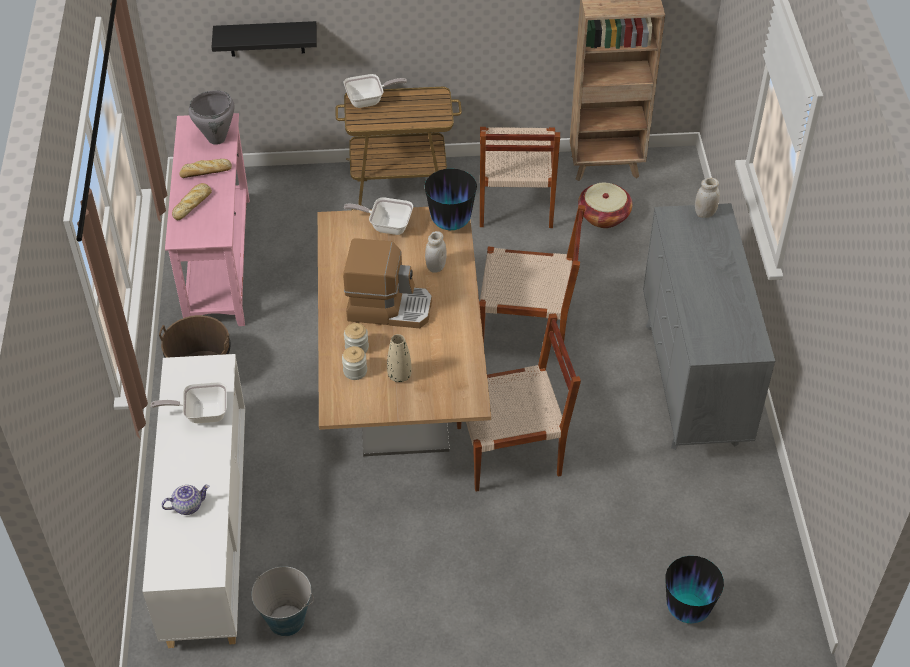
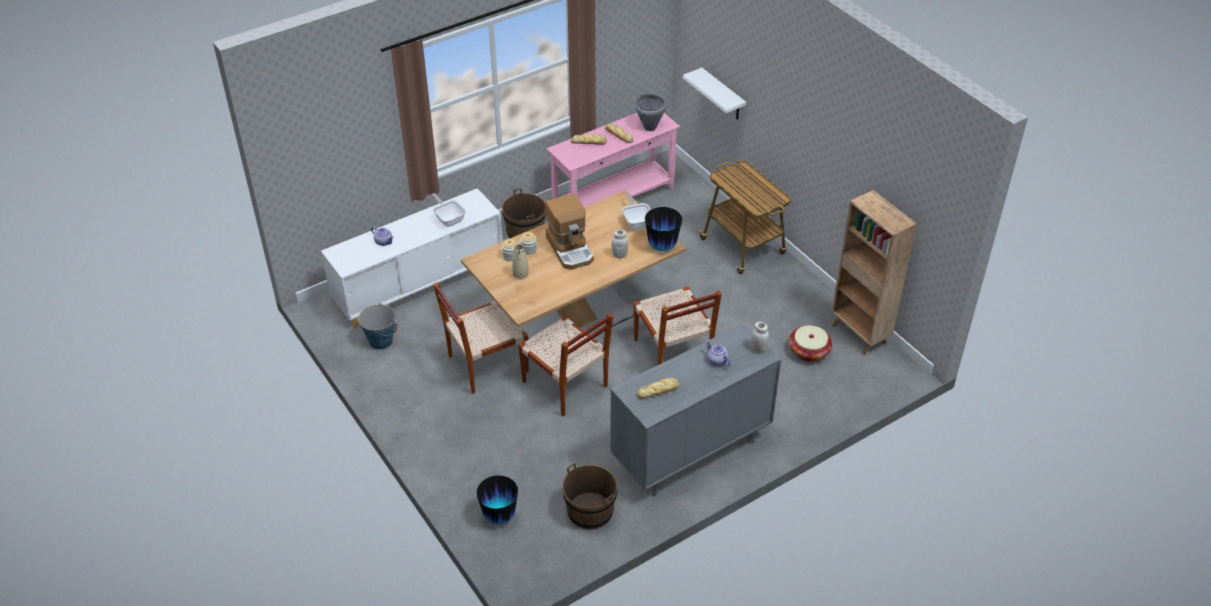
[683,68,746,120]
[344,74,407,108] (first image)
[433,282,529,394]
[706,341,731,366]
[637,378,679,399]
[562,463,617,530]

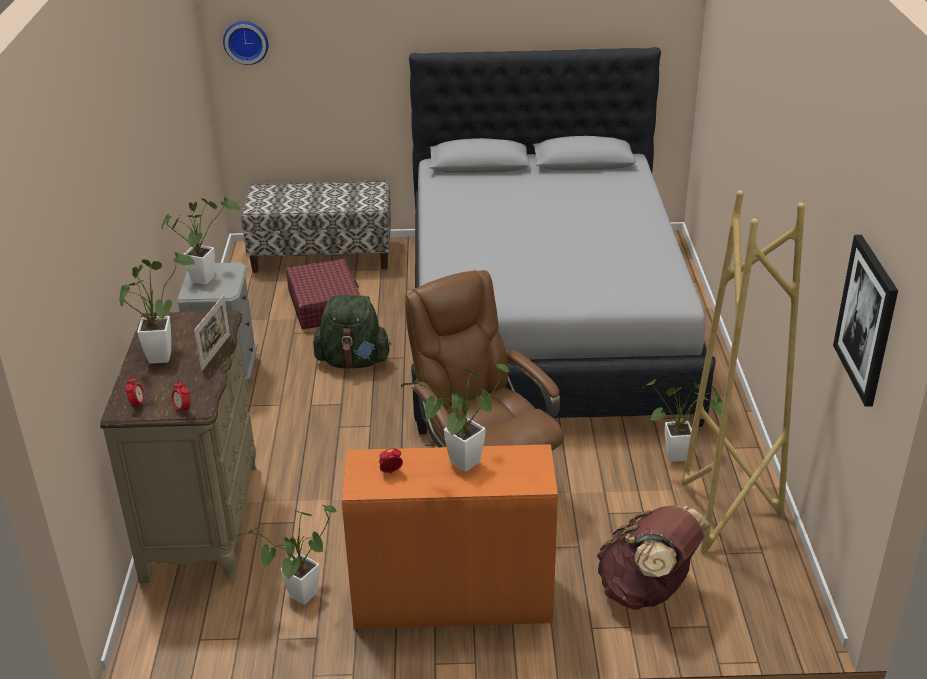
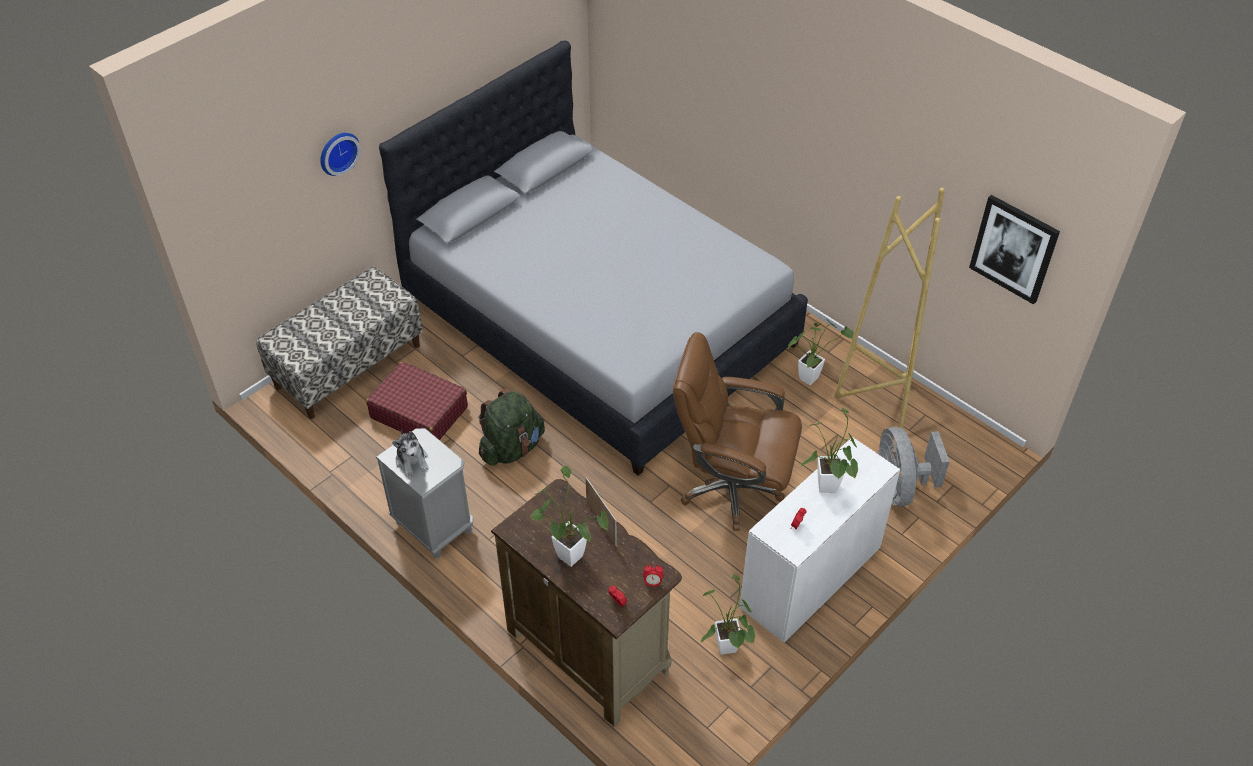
[320,132,361,176]
[392,430,429,477]
[739,438,900,643]
[878,427,950,506]

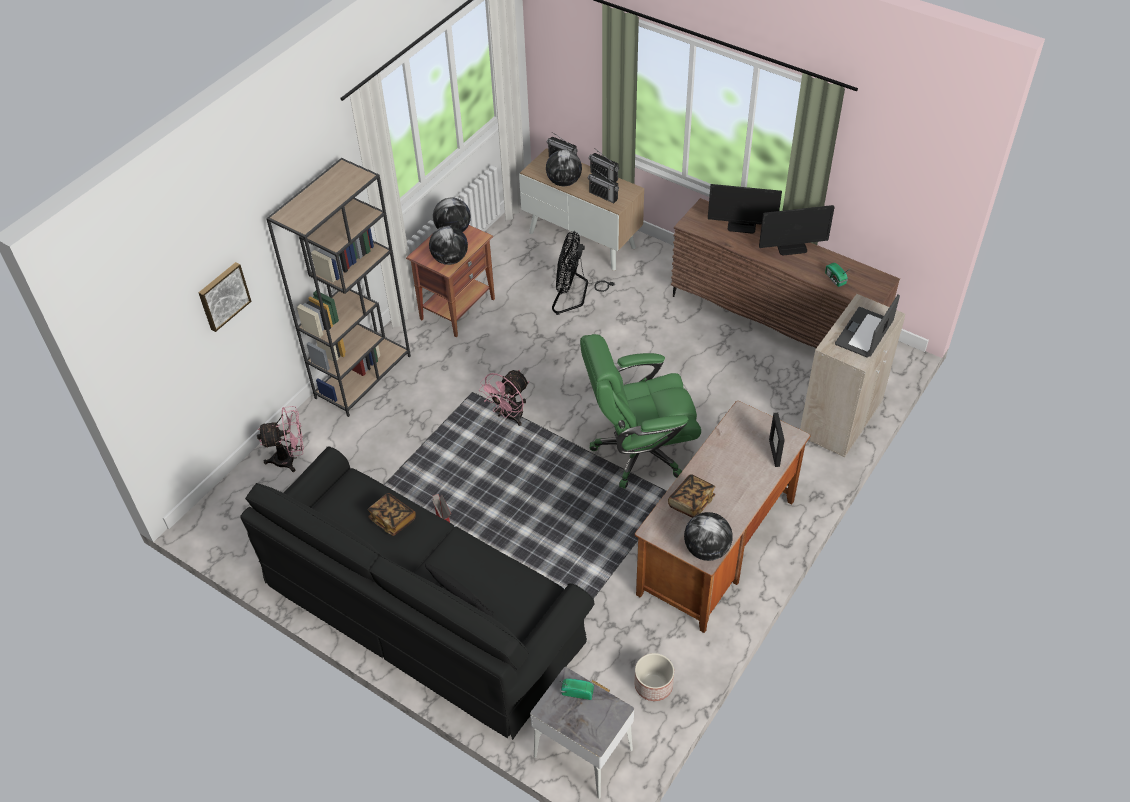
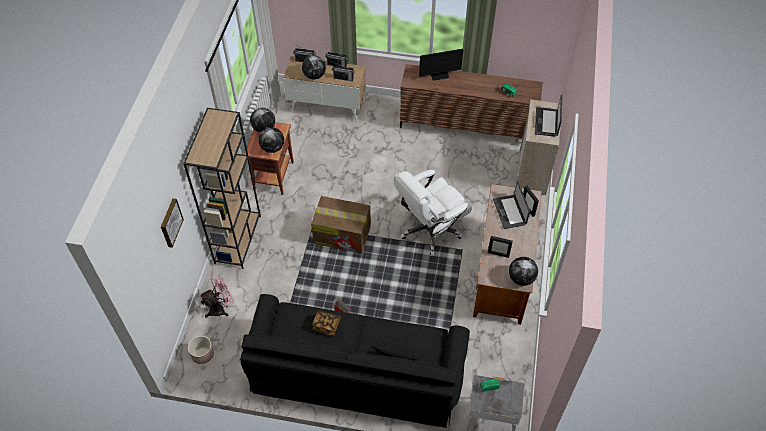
[759,205,835,255] (first image)
[552,231,614,315] (first image)
[394,170,472,256]
[311,196,371,253]
[488,236,513,258]
[188,336,214,364]
[493,181,530,229]

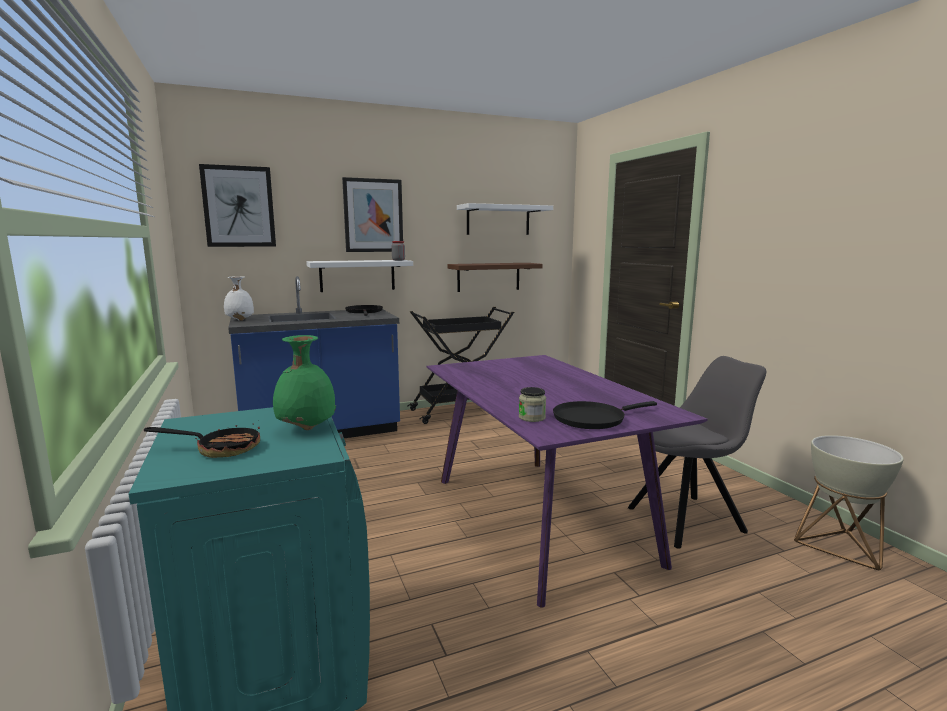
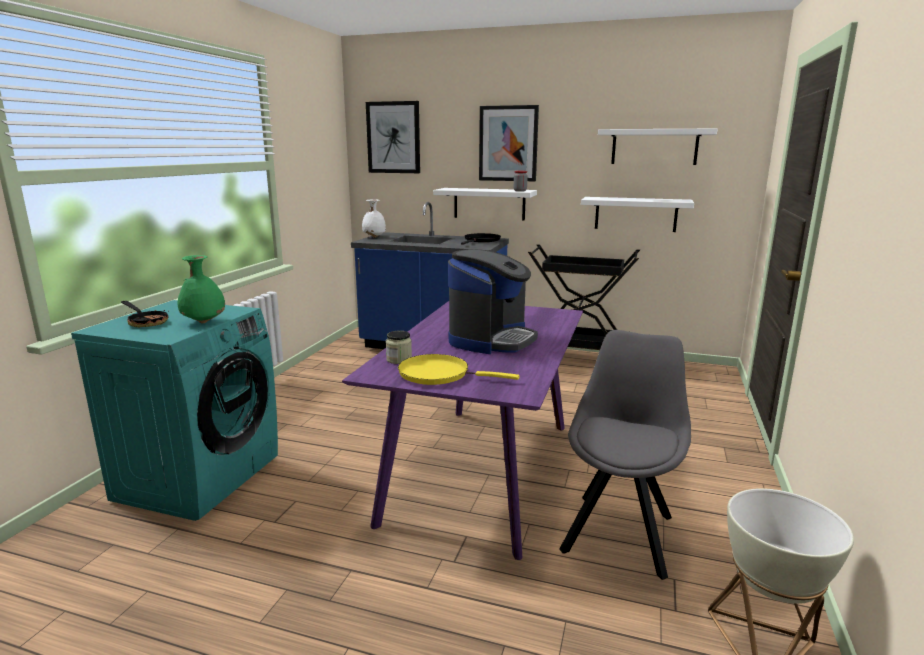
[581,197,694,232]
[559,330,691,580]
[398,354,519,385]
[448,249,538,354]

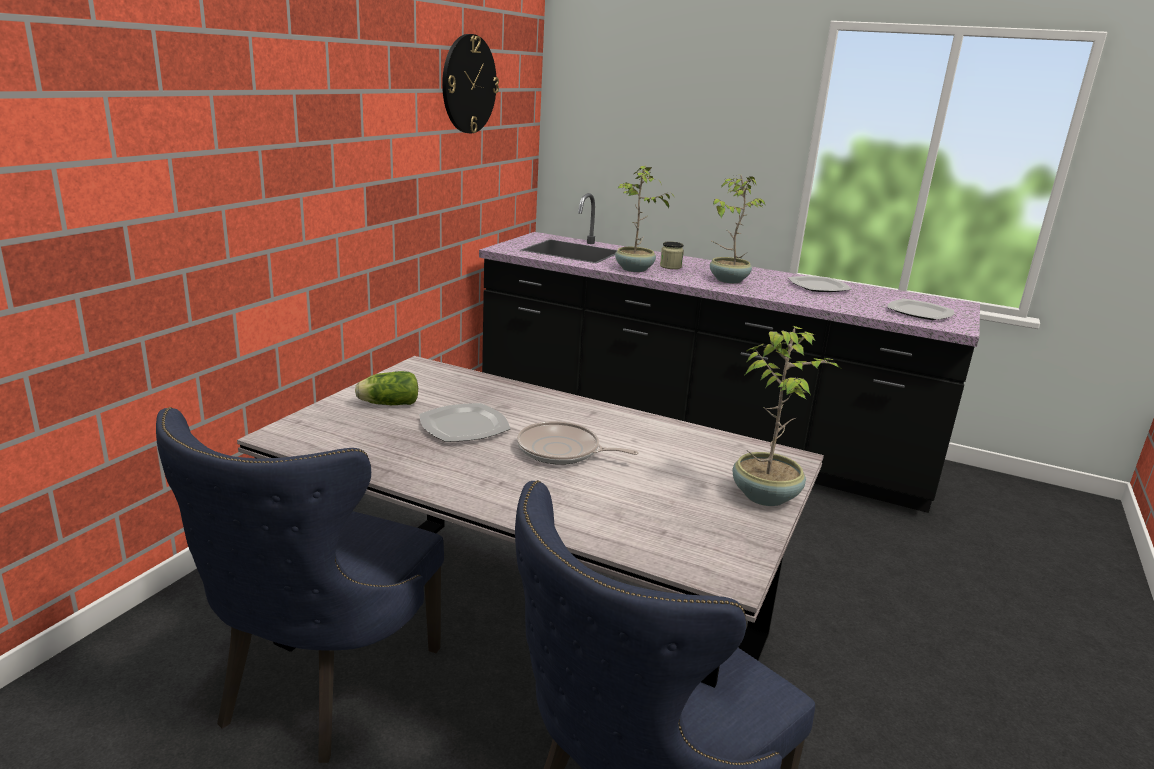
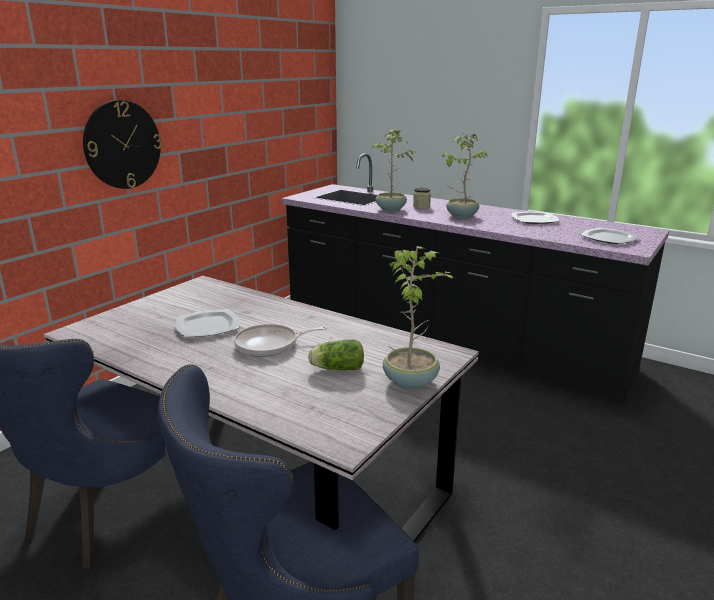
[83,100,162,189]
[308,339,364,370]
[234,324,327,357]

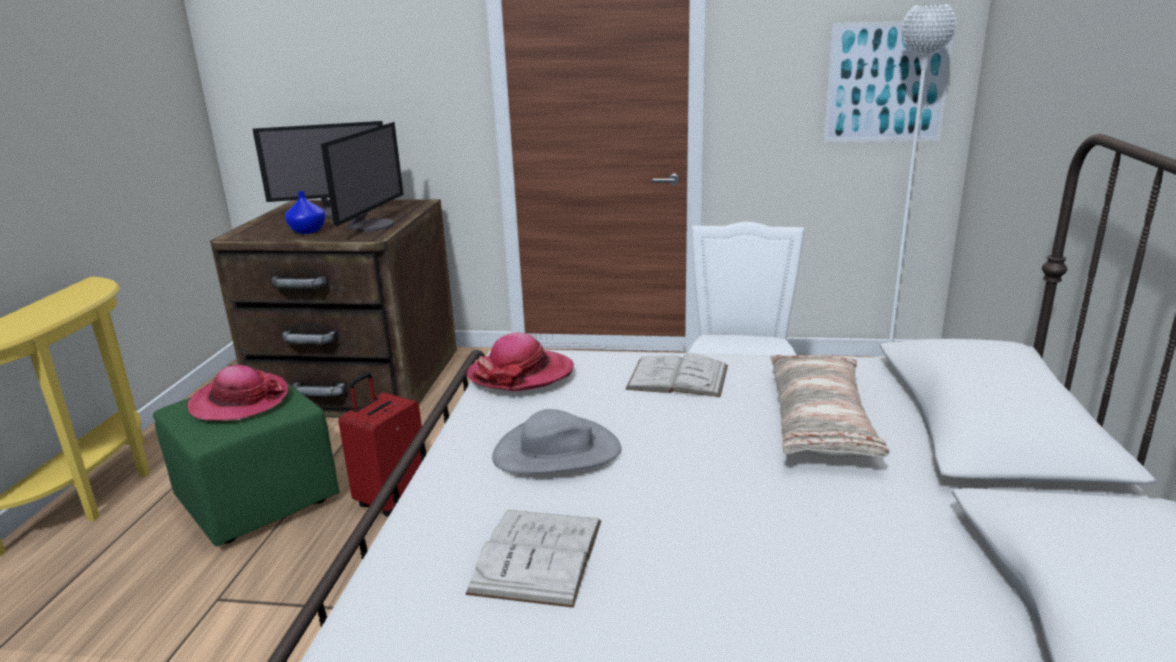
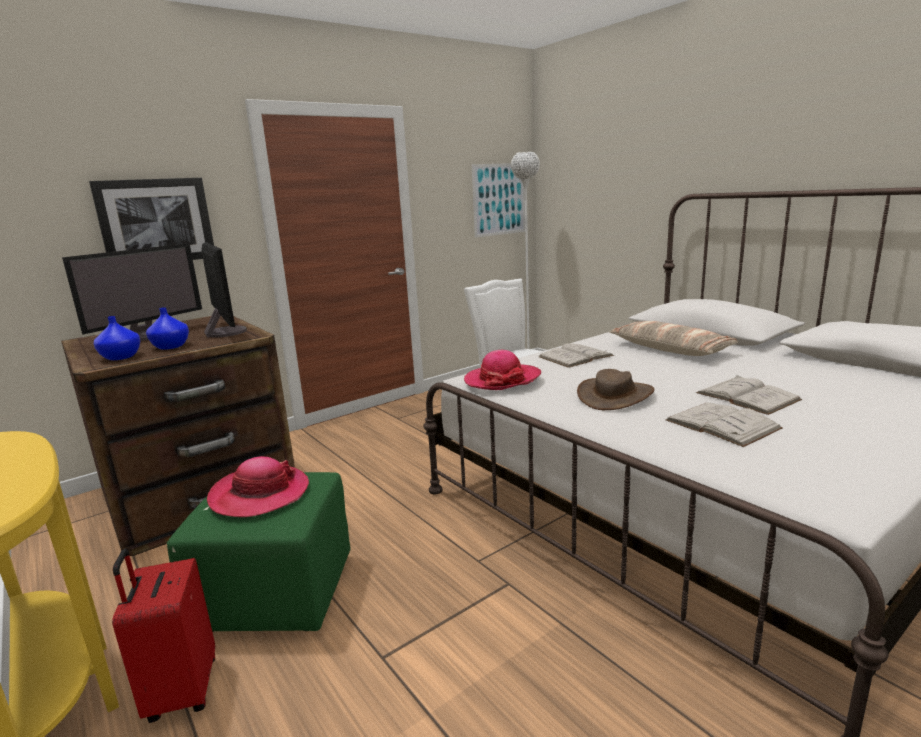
[112,549,215,723]
[577,369,654,410]
[89,178,214,260]
[94,316,140,360]
[696,375,802,415]

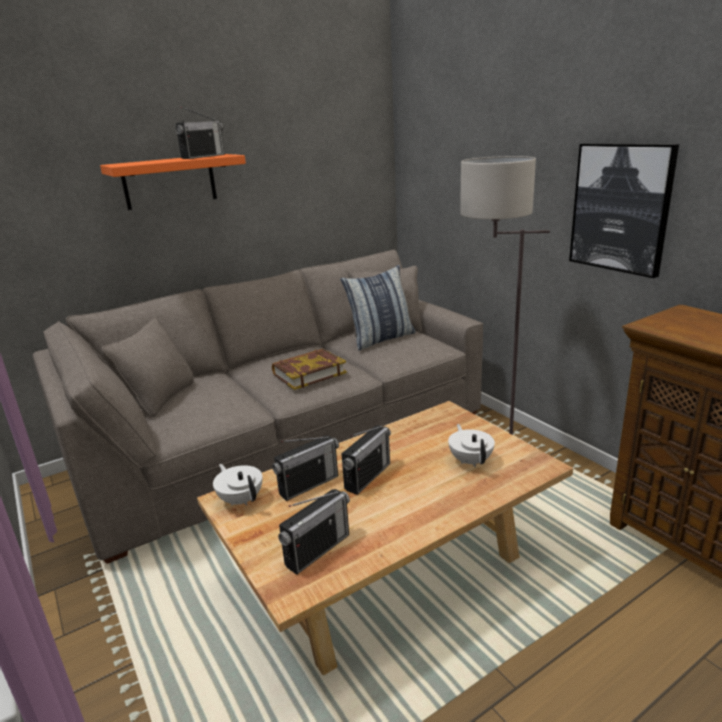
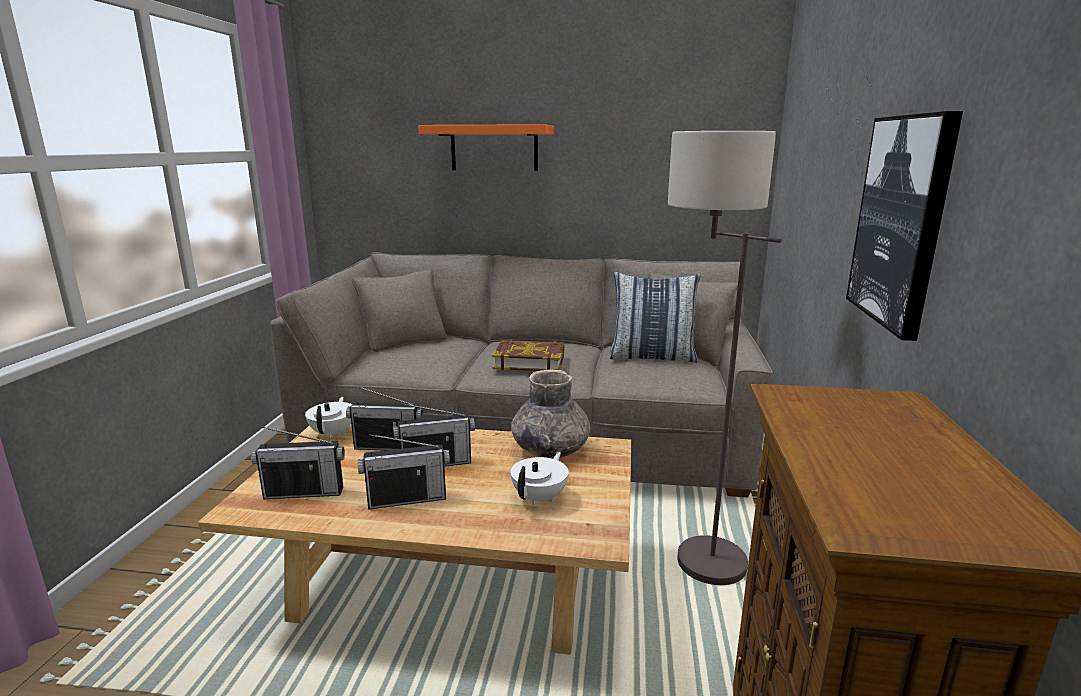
[358,434,450,509]
[511,369,590,459]

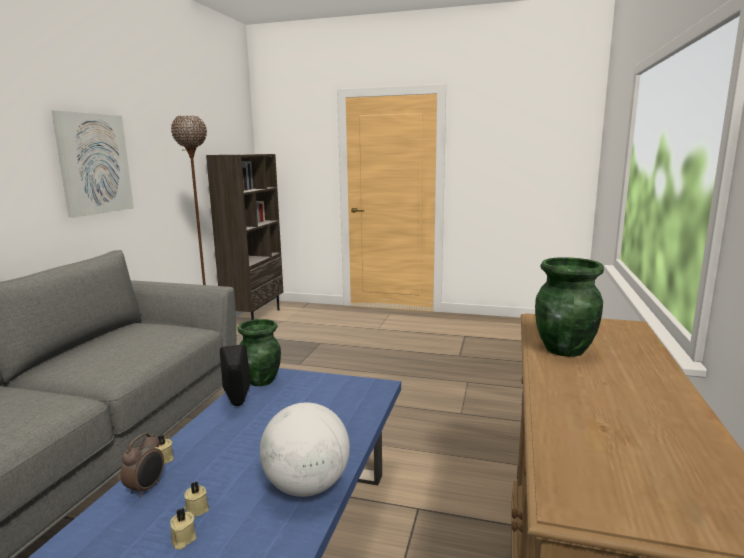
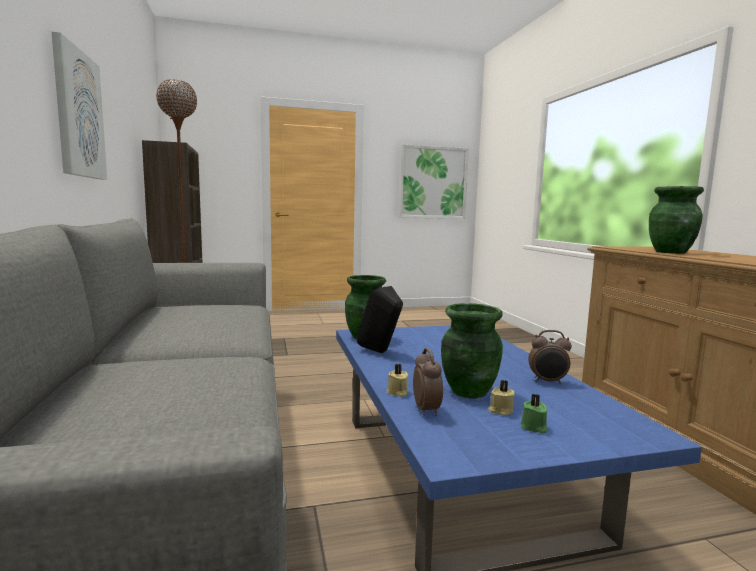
[528,330,572,384]
[521,394,548,434]
[399,144,469,219]
[441,303,503,398]

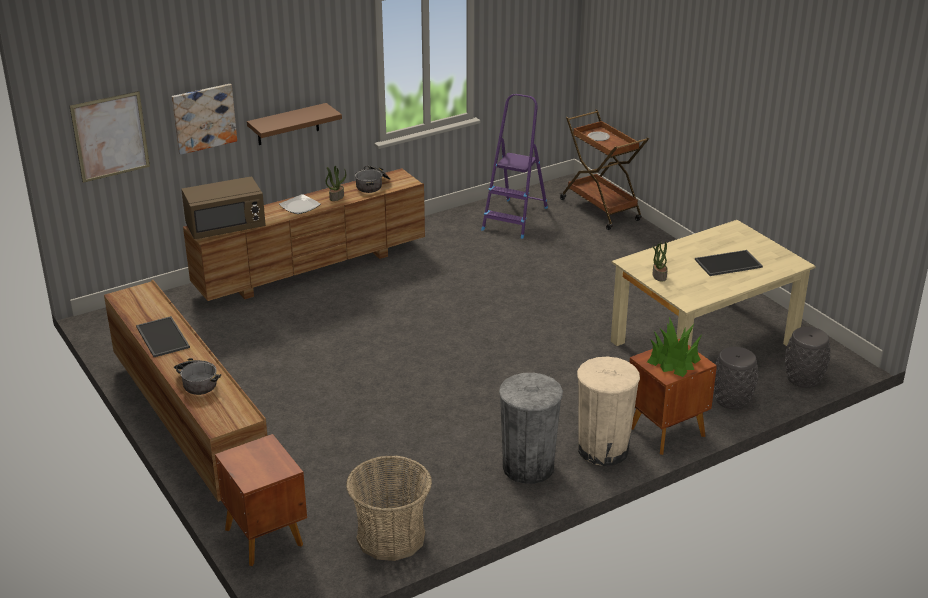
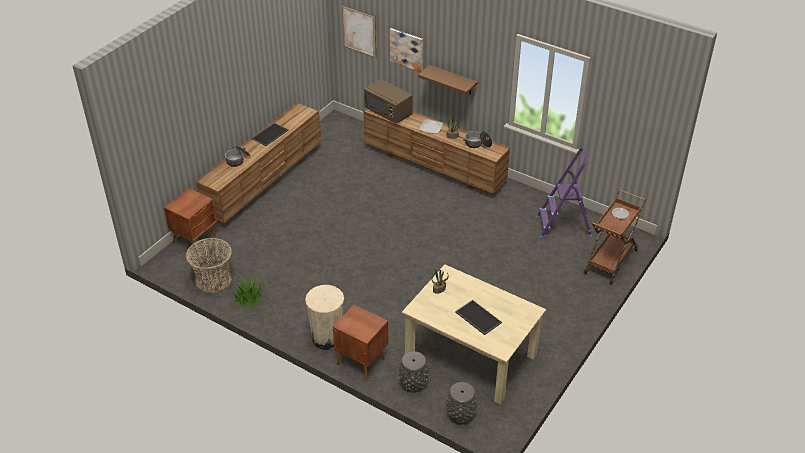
[234,275,263,308]
[499,373,563,484] (first image)

